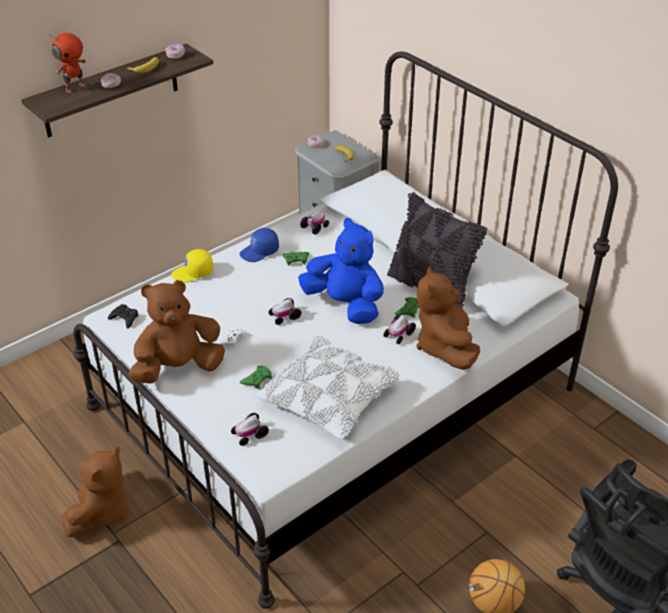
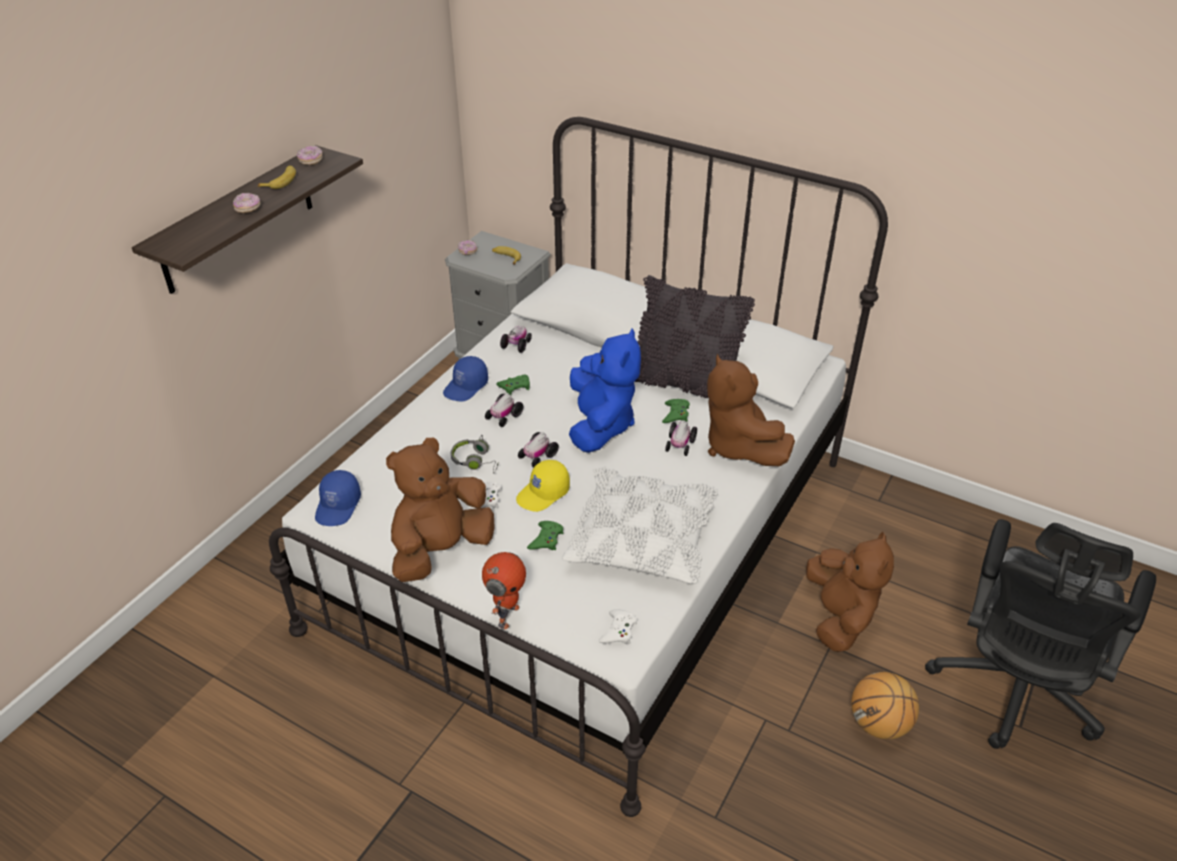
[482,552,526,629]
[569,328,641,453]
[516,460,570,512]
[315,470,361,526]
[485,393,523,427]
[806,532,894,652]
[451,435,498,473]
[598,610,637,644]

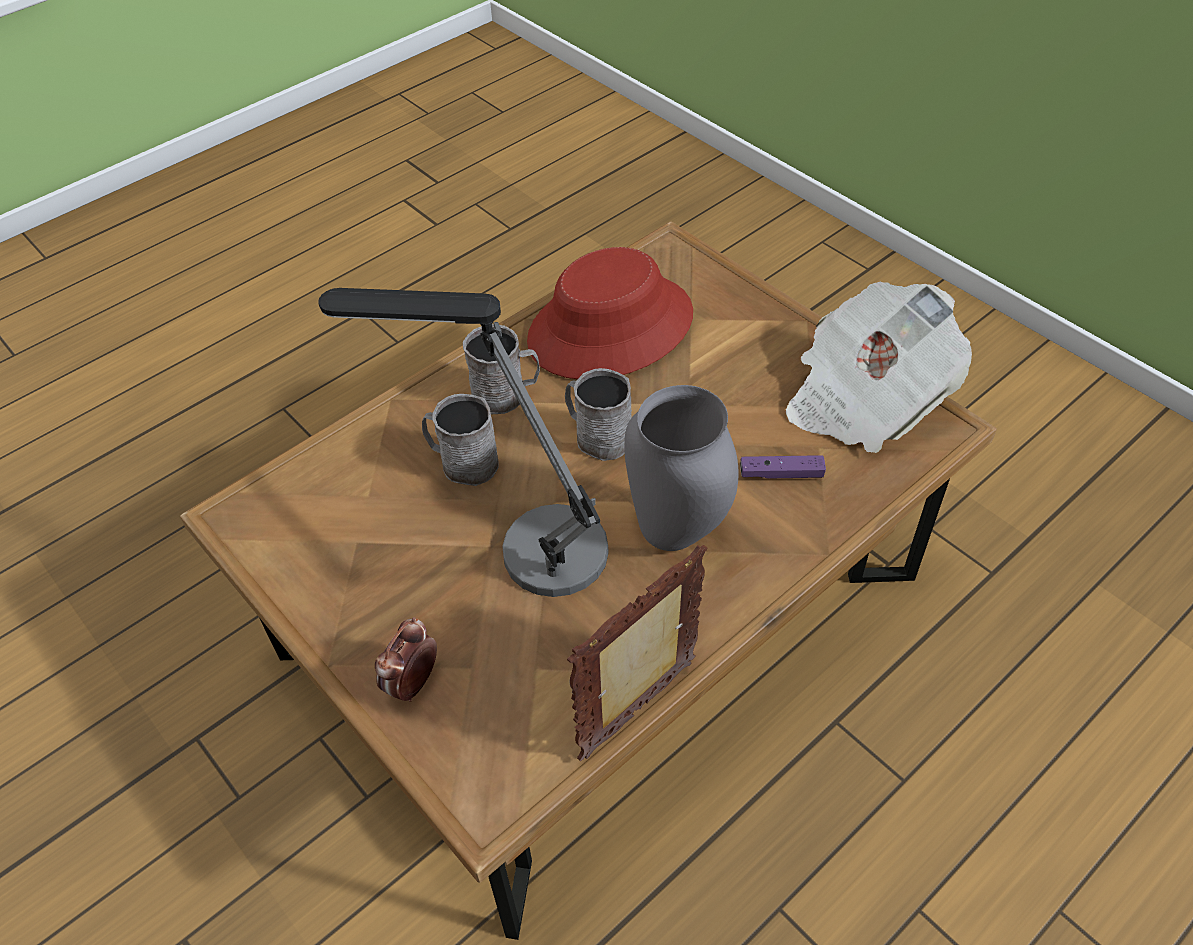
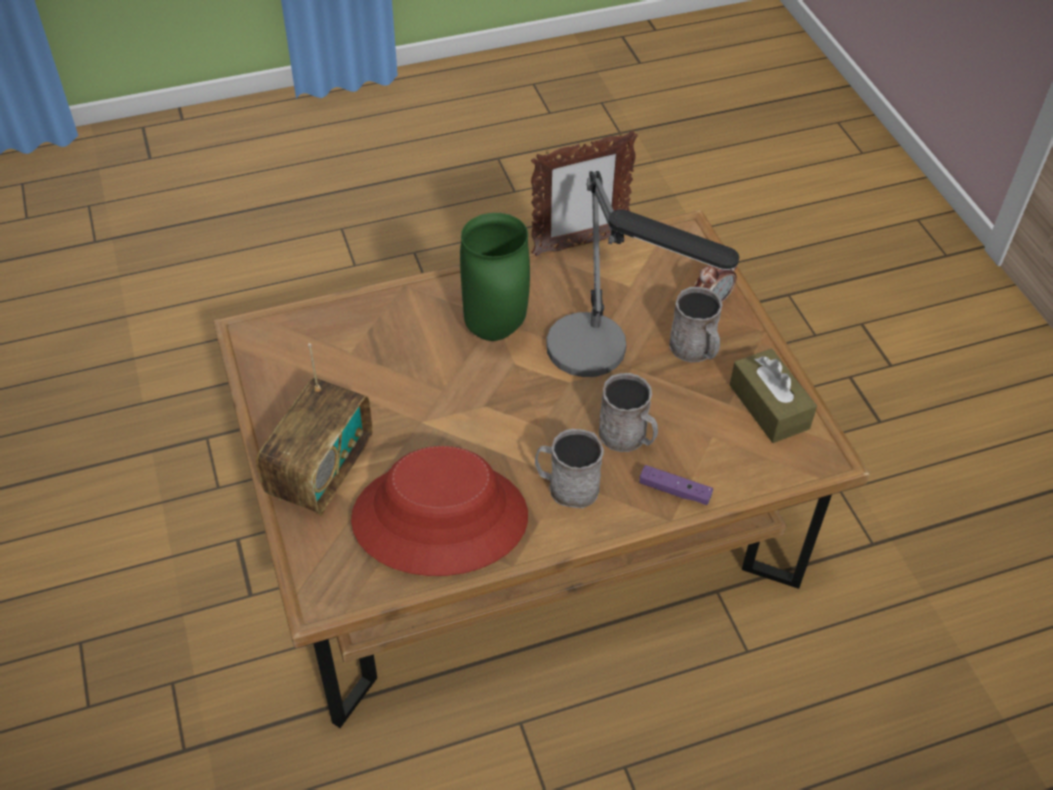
[786,281,972,453] (first image)
[669,287,723,362]
[460,213,530,341]
[639,465,713,505]
[256,343,373,516]
[730,349,817,443]

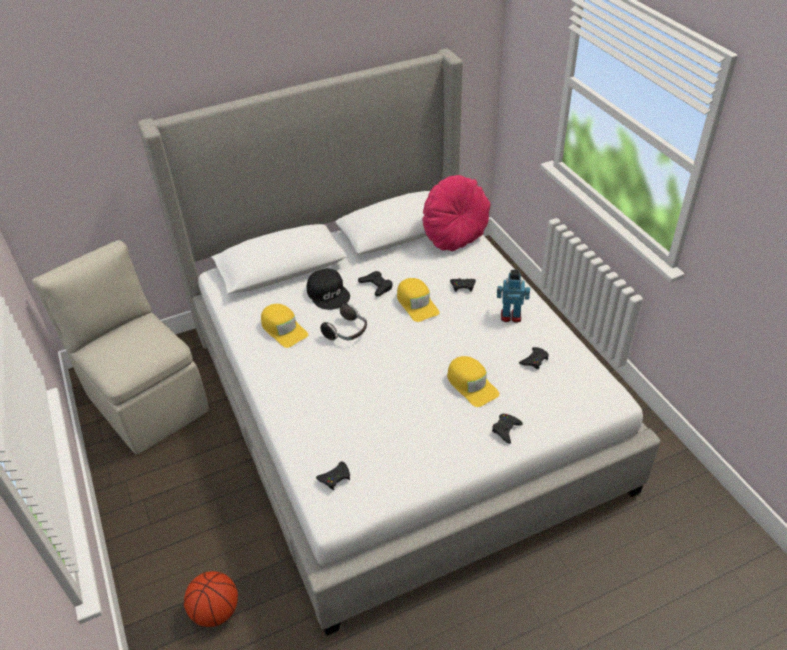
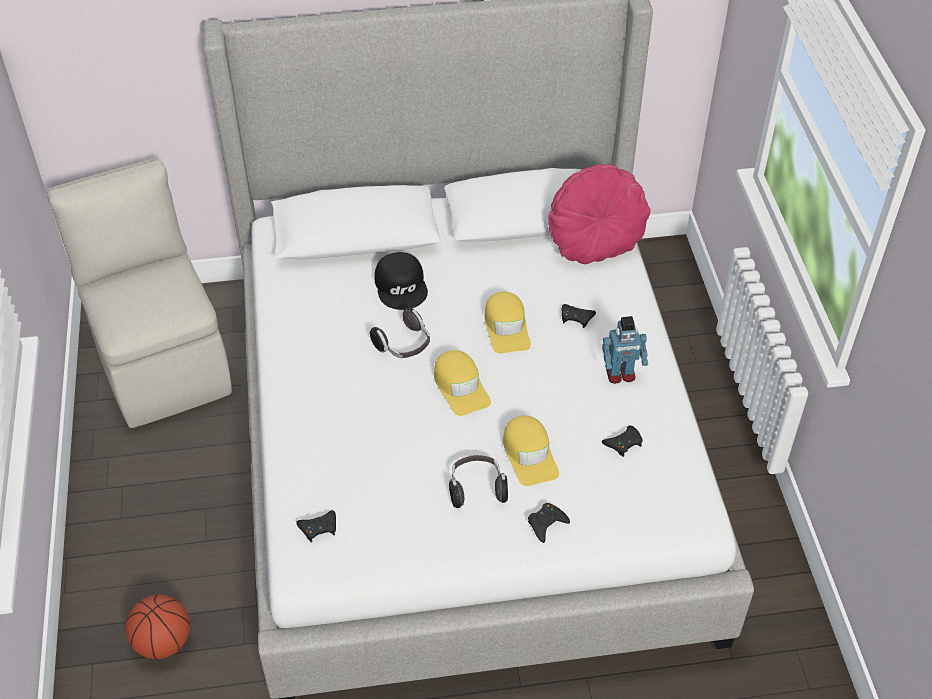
[602,316,648,384]
[358,271,393,297] (first image)
[434,350,491,416]
[449,455,508,508]

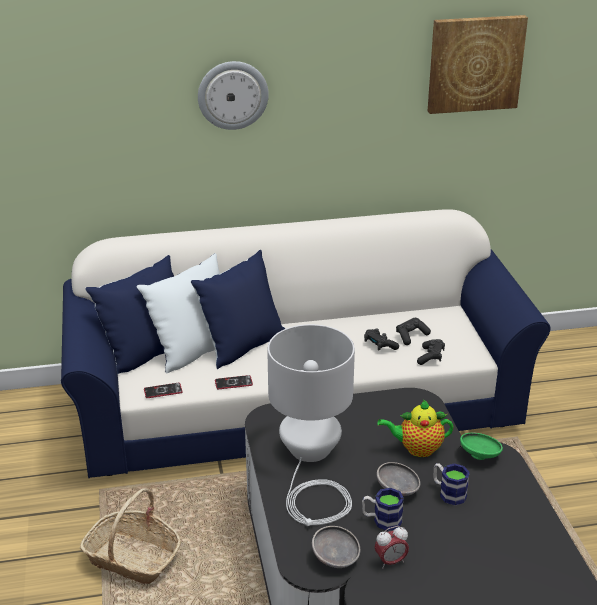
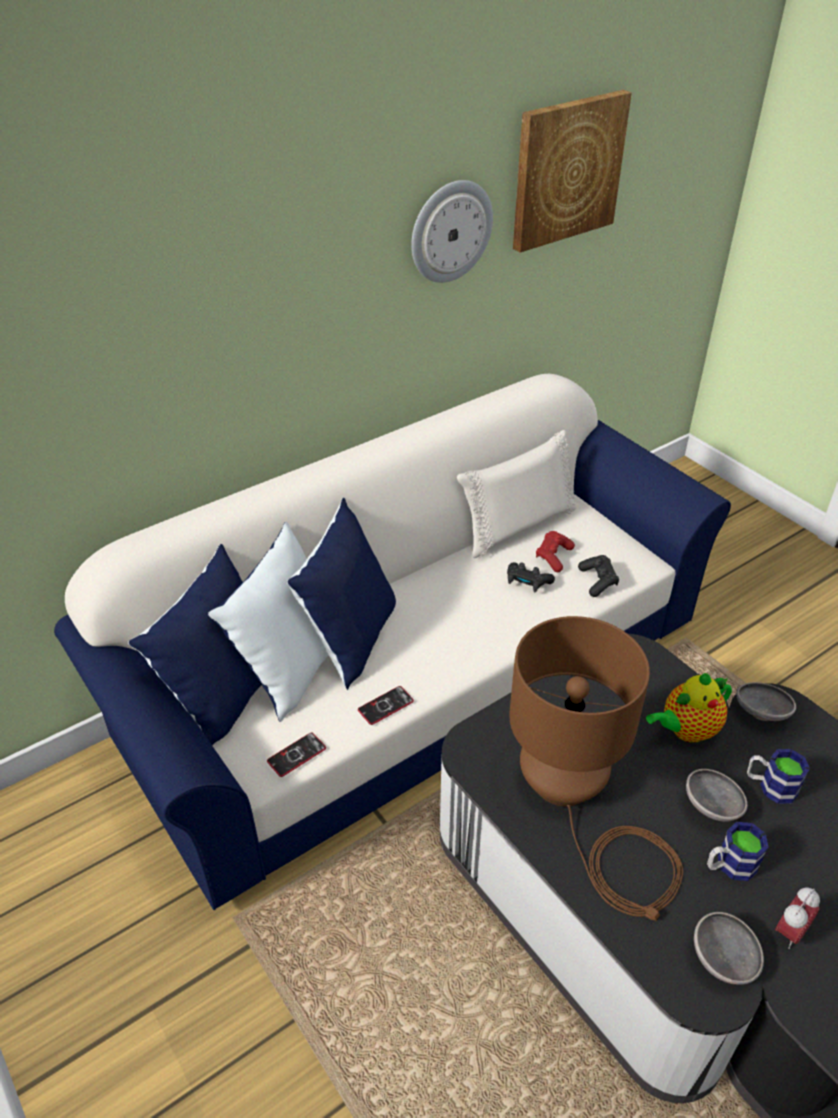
[411,180,493,283]
[536,531,575,572]
[509,616,683,921]
[736,682,796,721]
[80,488,181,584] (first image)
[457,430,576,559]

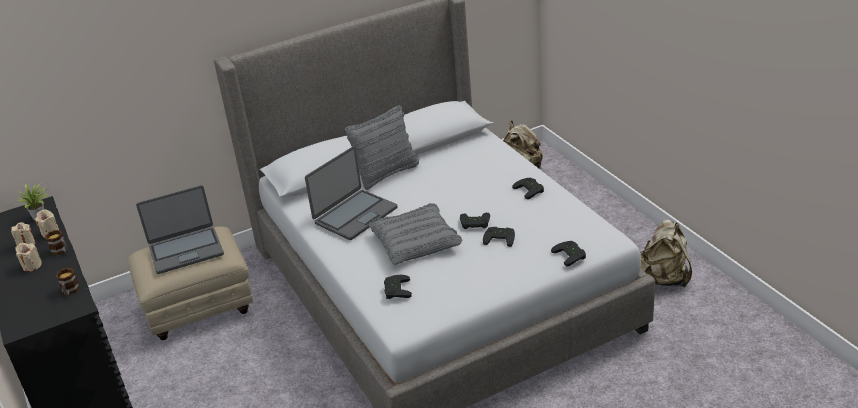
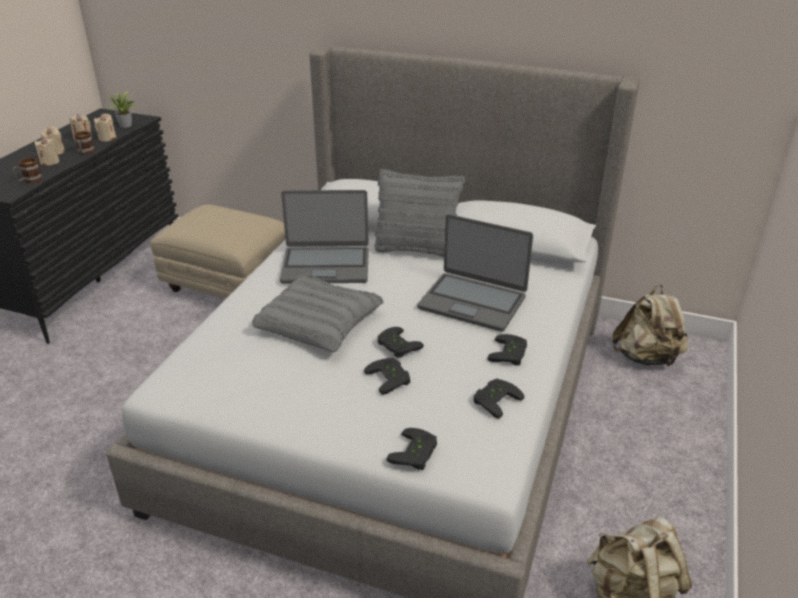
[417,214,533,332]
[474,379,524,419]
[35,137,59,166]

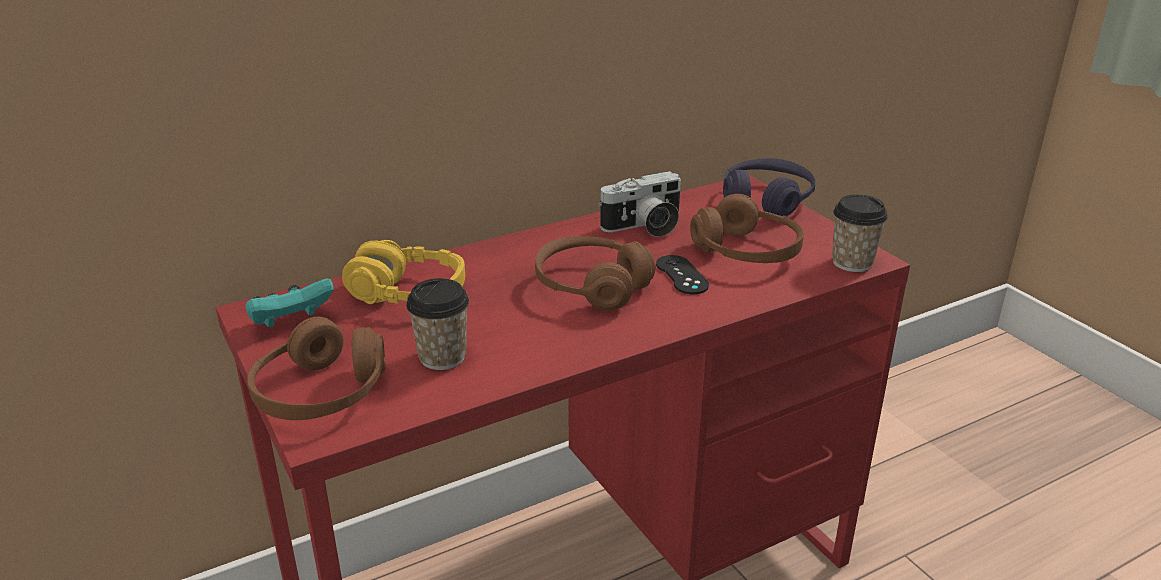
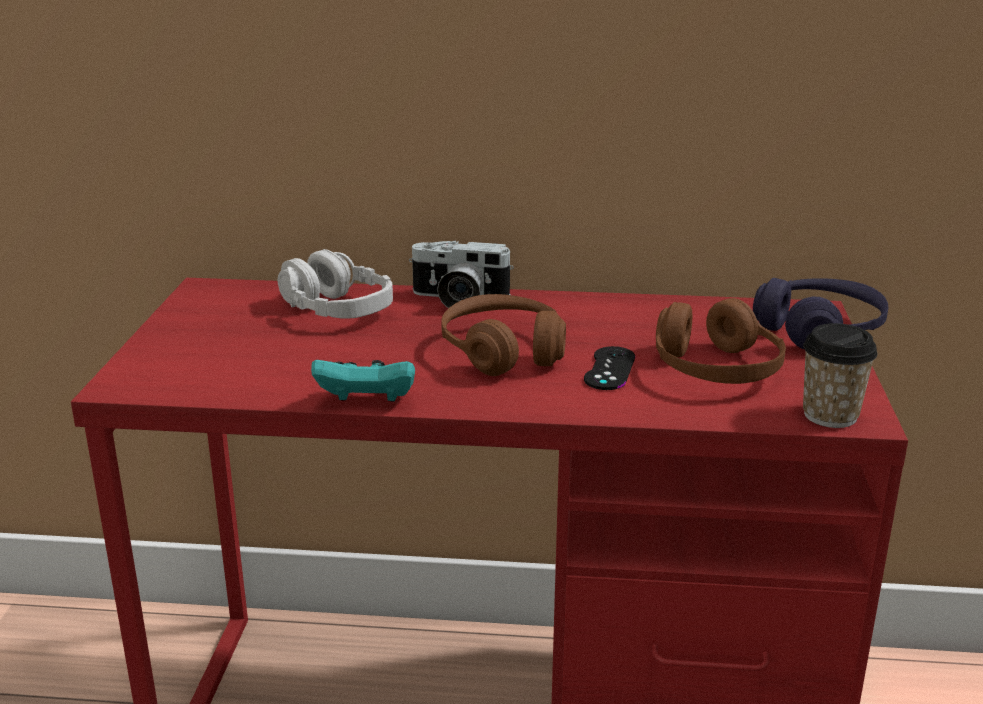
[409,241,514,308]
[277,249,393,319]
[311,360,415,402]
[406,278,469,370] (first image)
[247,317,385,420] (first image)

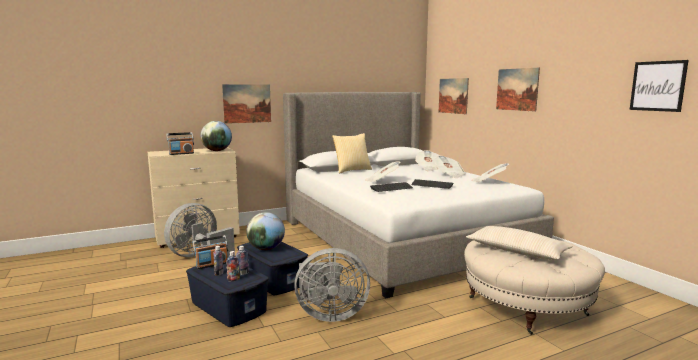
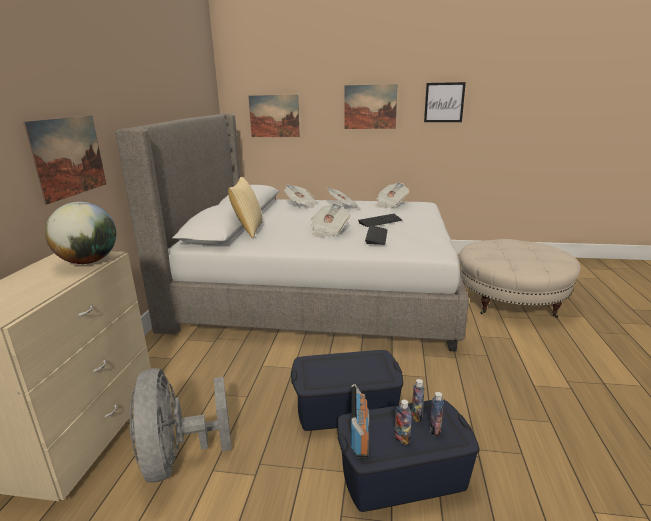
[424,82,466,122]
[166,132,194,155] (first image)
[246,212,285,250] (first image)
[466,226,573,260] (first image)
[294,248,370,322] (first image)

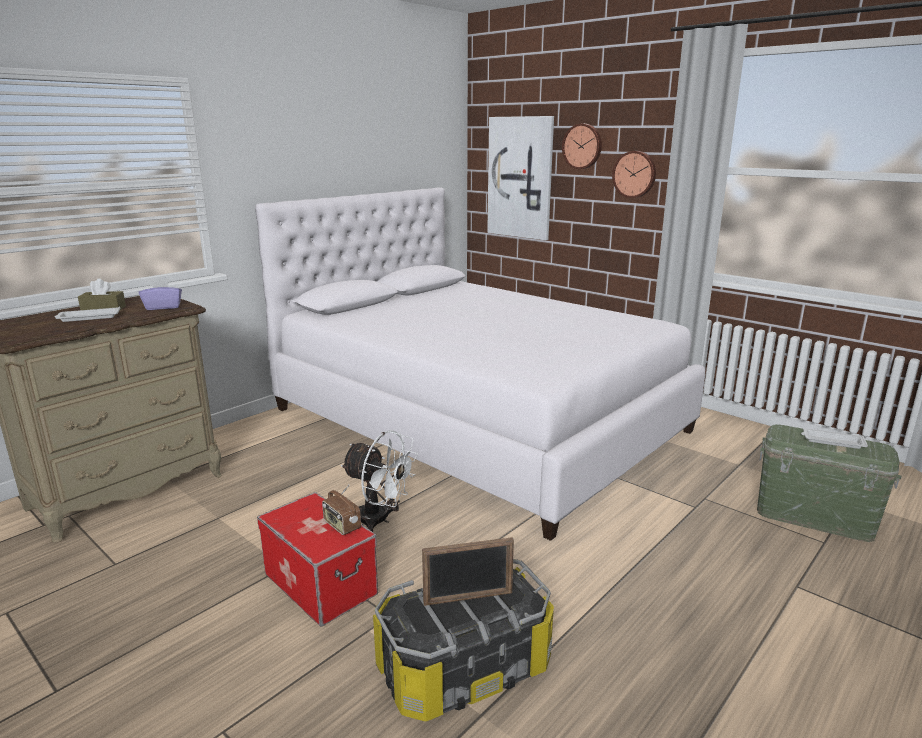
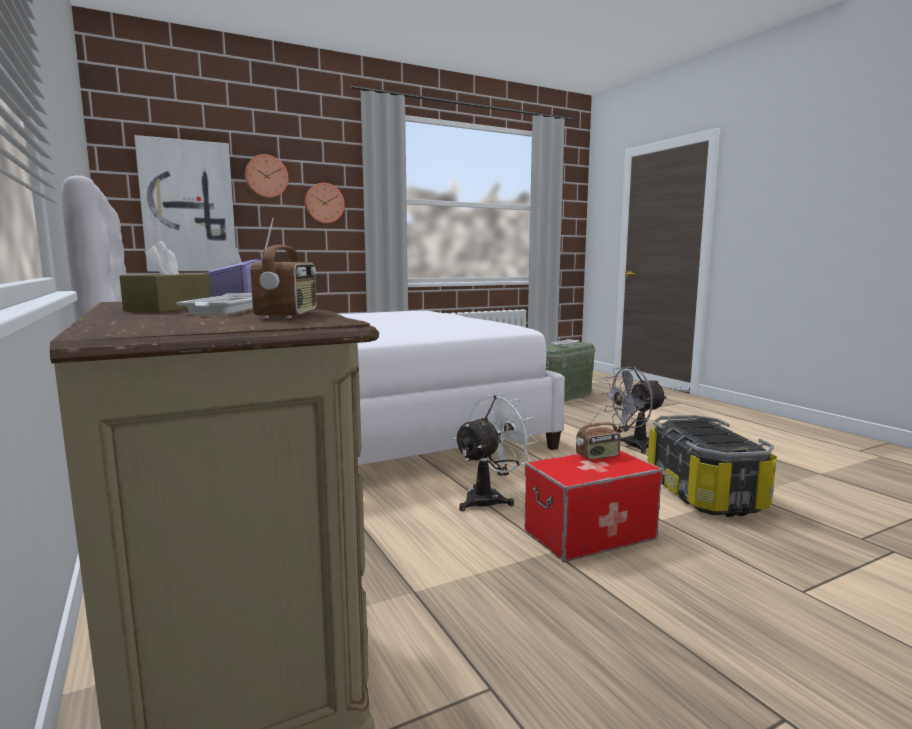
[422,537,514,606] (first image)
[251,218,316,318]
[601,366,667,454]

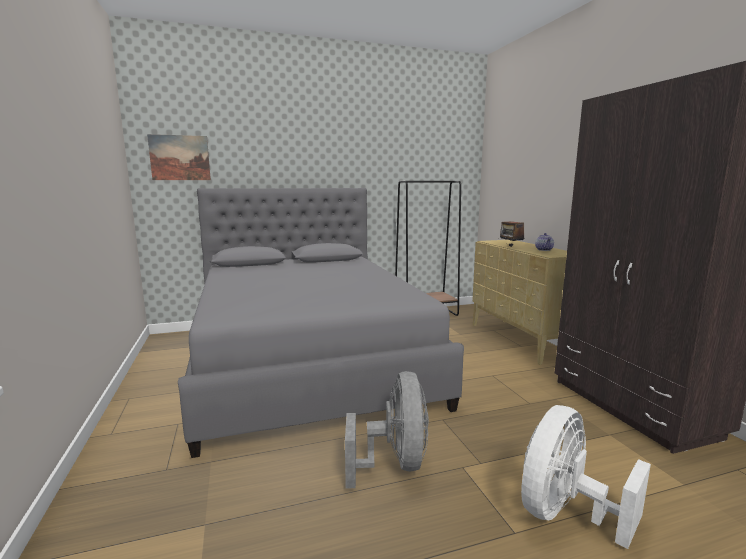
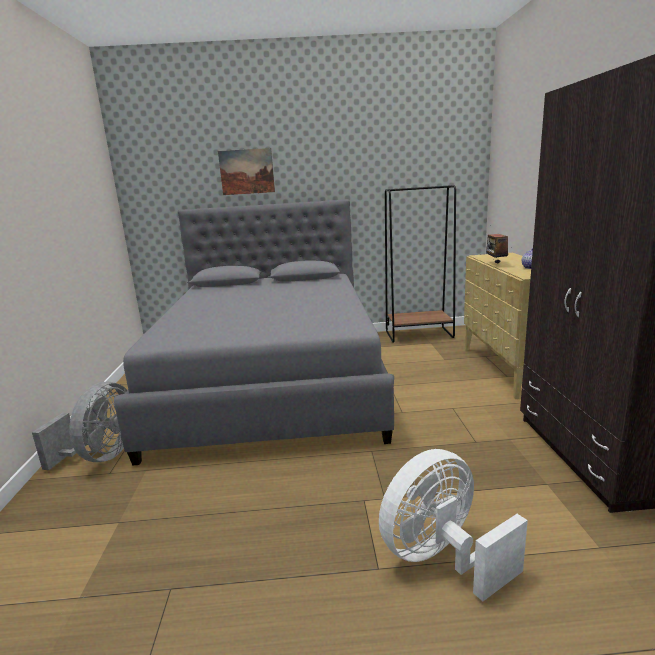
[218,148,275,195]
[32,382,127,470]

